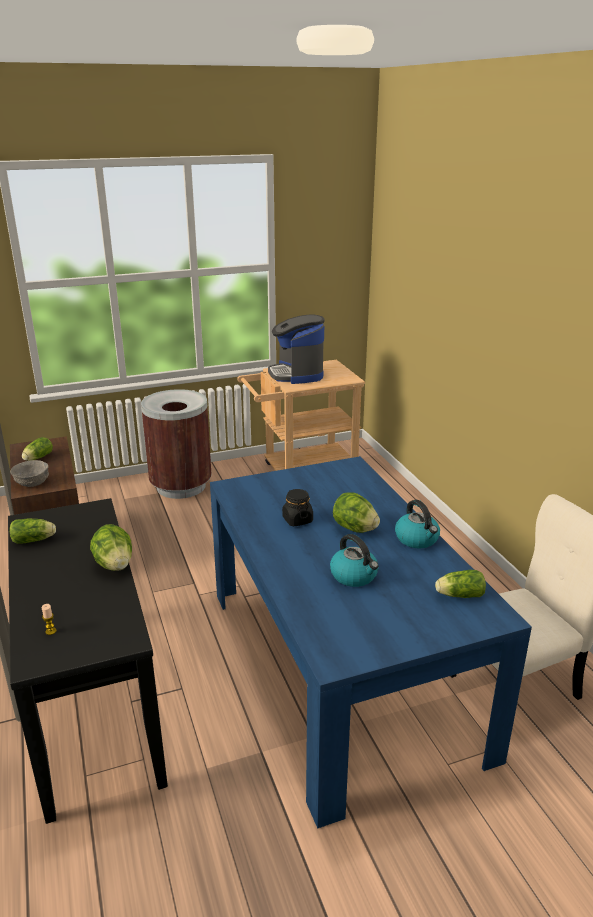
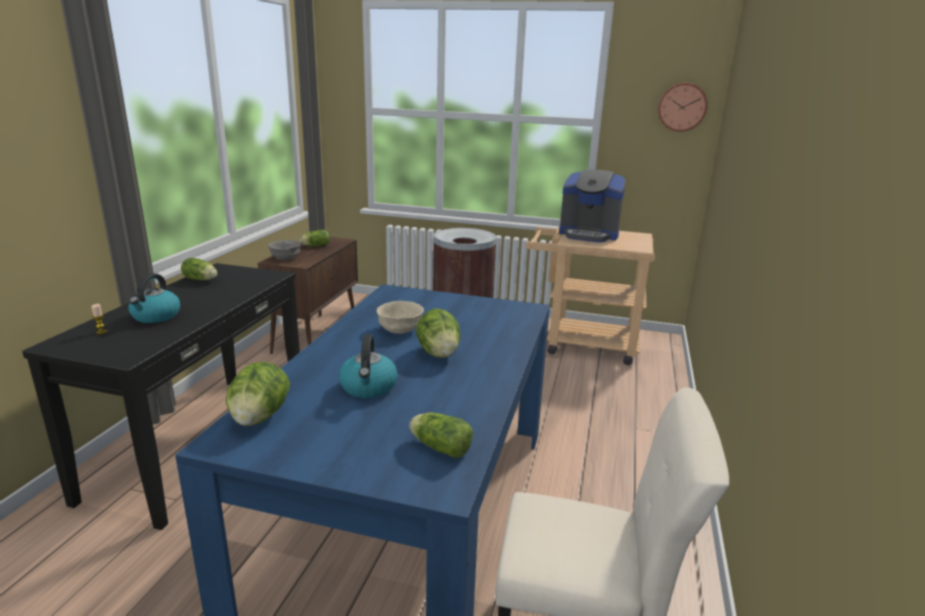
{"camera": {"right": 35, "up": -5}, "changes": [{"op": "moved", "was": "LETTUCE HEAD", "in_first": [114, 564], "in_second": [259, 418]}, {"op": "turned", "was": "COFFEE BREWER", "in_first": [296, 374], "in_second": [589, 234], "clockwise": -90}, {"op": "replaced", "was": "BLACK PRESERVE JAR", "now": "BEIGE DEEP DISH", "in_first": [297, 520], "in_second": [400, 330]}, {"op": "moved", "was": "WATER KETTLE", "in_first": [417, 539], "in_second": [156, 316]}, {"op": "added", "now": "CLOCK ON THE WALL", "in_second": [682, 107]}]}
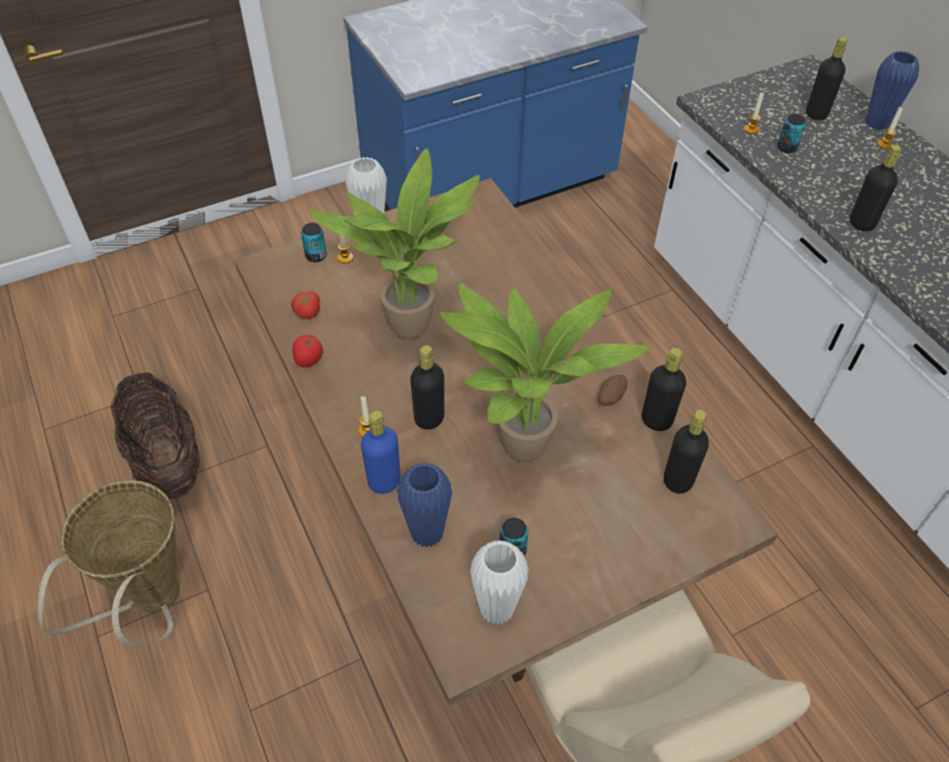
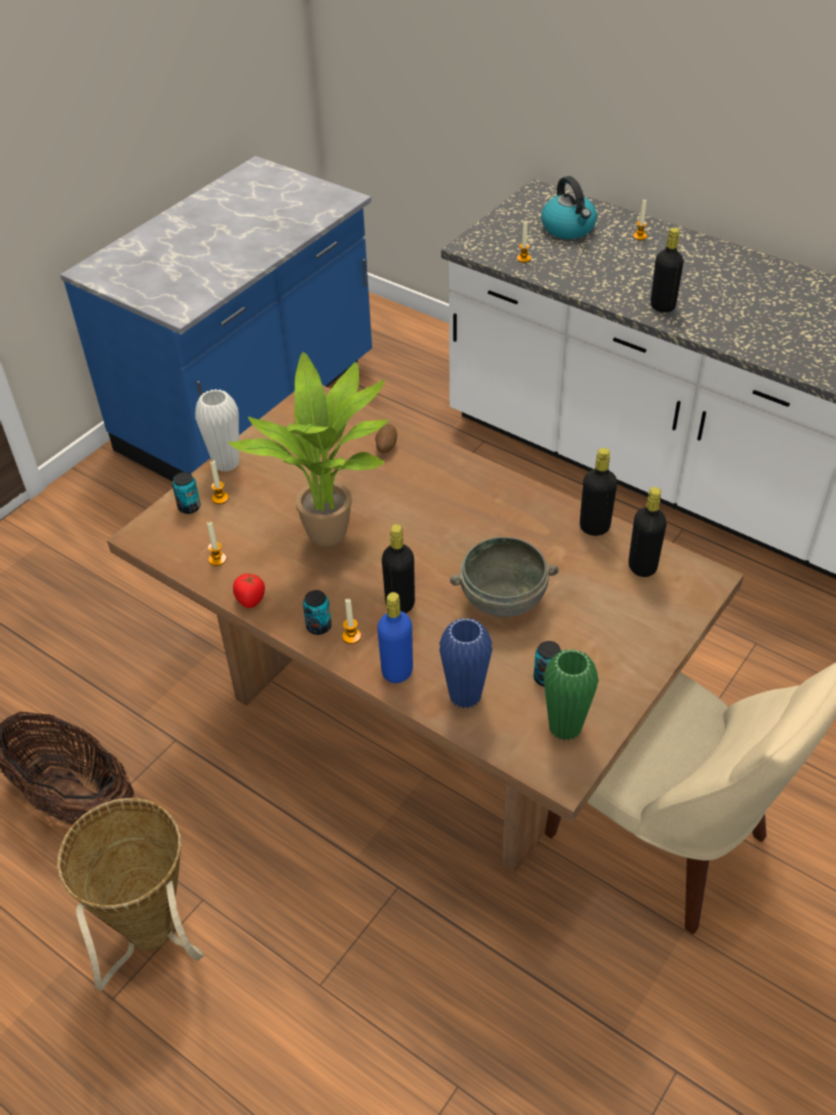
{"camera": {"right": -25, "up": -5}, "changes": [{"op": "replaced", "was": "TOMATO", "now": "CANDLE", "in_first": [306, 312], "in_second": [217, 559]}, {"op": "replaced", "was": "HOUSEPLANT", "now": "GREYISH DEEP DISH", "in_first": [524, 454], "in_second": [503, 598]}, {"op": "recoloured", "was": "WHITISH VASE", "now": "GREEN VASE", "in_first": [496, 609], "in_second": [565, 727]}, {"op": "moved", "was": "SPUD", "in_first": [610, 397], "in_second": [386, 447]}, {"op": "moved", "was": "METAL CAN", "in_first": [786, 148], "in_second": [319, 626]}, {"op": "replaced", "was": "BLACK DRINK BOTTLE", "now": "WATER KETTLE", "in_first": [816, 114], "in_second": [569, 228]}, {"op": "removed", "was": "BLUE VASE", "in_first": [876, 123]}]}
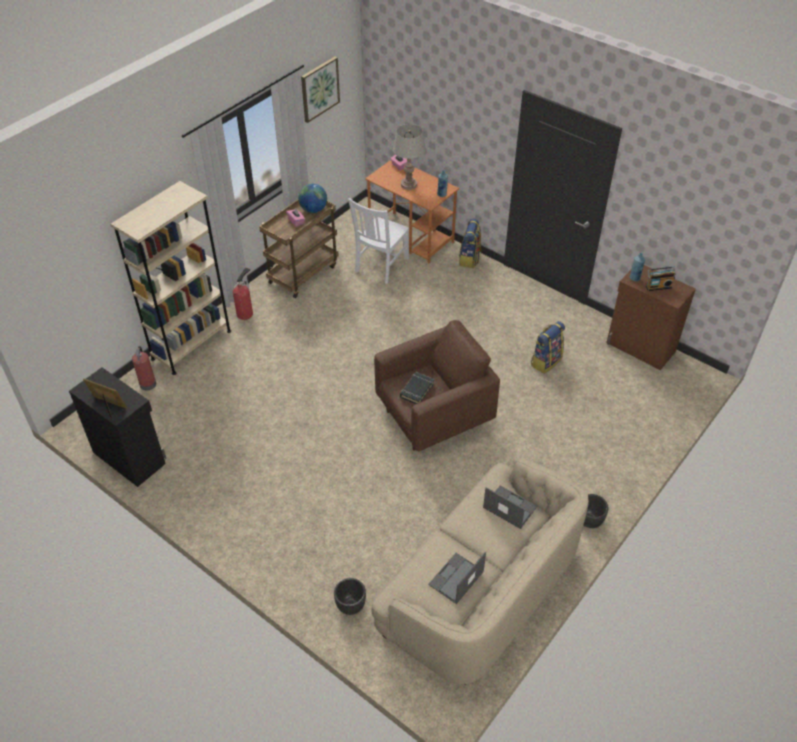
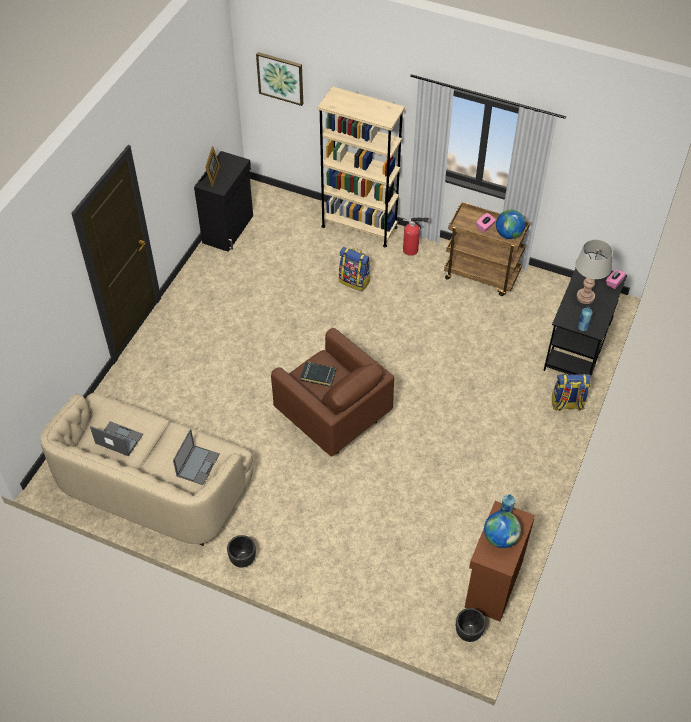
{"camera": {"right": 75, "up": 5}, "changes": [{"op": "removed", "was": "EXTINGUISHER", "in_first": [148, 383]}, {"op": "moved", "was": "PICTURE", "in_first": [319, 89], "in_second": [280, 78]}, {"op": "moved", "was": "BLACK PLANTER", "in_first": [351, 606], "in_second": [468, 633]}, {"op": "removed", "was": "WHITISH PLAIN CHAIR", "in_first": [380, 266]}, {"op": "recoloured", "was": "ORANGE-COLOURED DESK", "now": "BLACK DESK", "in_first": [411, 238], "in_second": [577, 347]}, {"op": "moved", "was": "BACKPACK", "in_first": [545, 361], "in_second": [354, 281]}, {"op": "replaced", "was": "RADIO RECEIVER", "now": "GLOBE", "in_first": [658, 286], "in_second": [500, 538]}]}
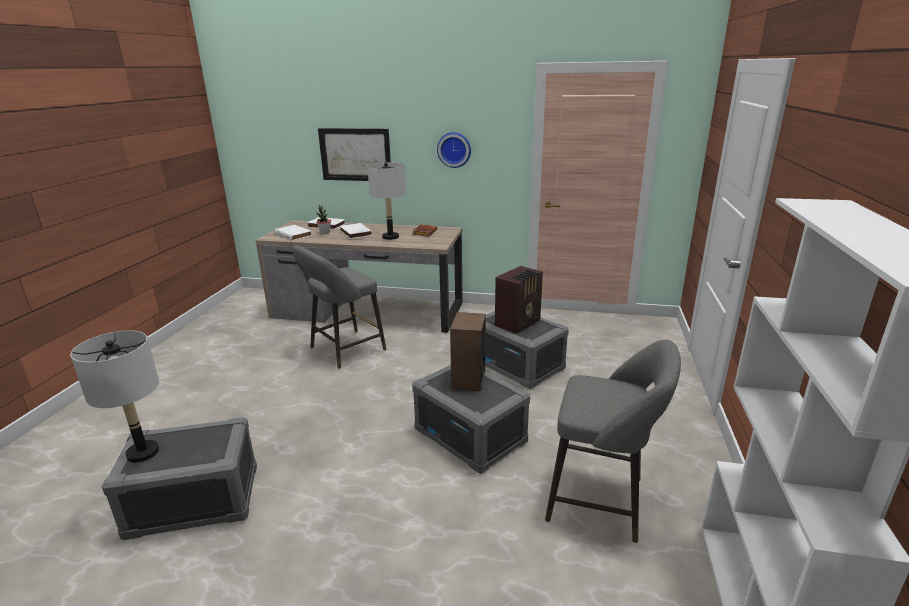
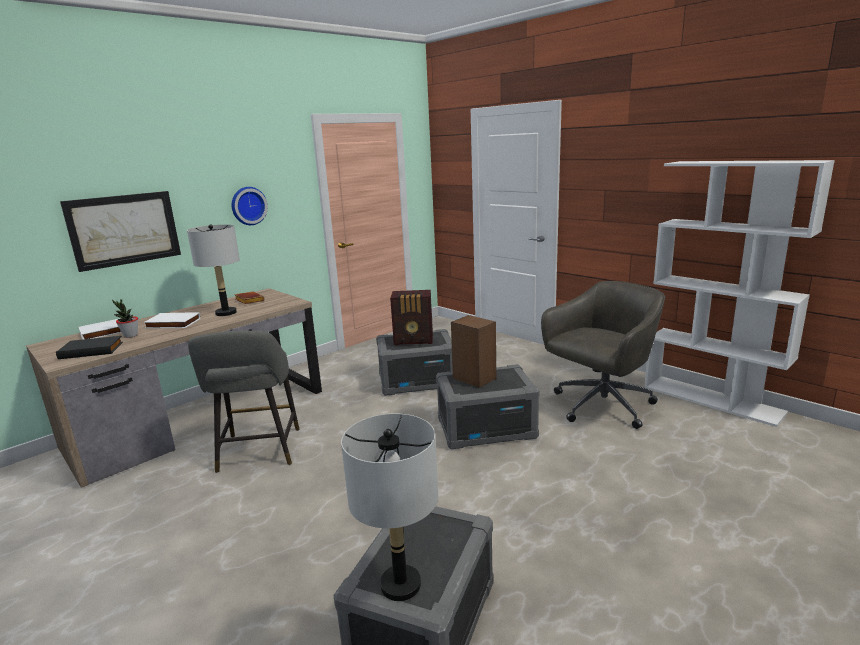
{"camera": {"right": -55, "up": -5}, "changes": [{"op": "recoloured", "was": "WHITISH VOLUME", "now": "BLACK VOLUME", "in_first": [294, 235], "in_second": [92, 350]}, {"op": "turned", "was": "RADIO RECEIVER", "in_first": [519, 323], "in_second": [414, 340], "clockwise": 105}, {"op": "replaced", "was": "GREYISH STOOL SEAT", "now": "GREYISH DESK CHAIR", "in_first": [602, 501], "in_second": [601, 406]}]}
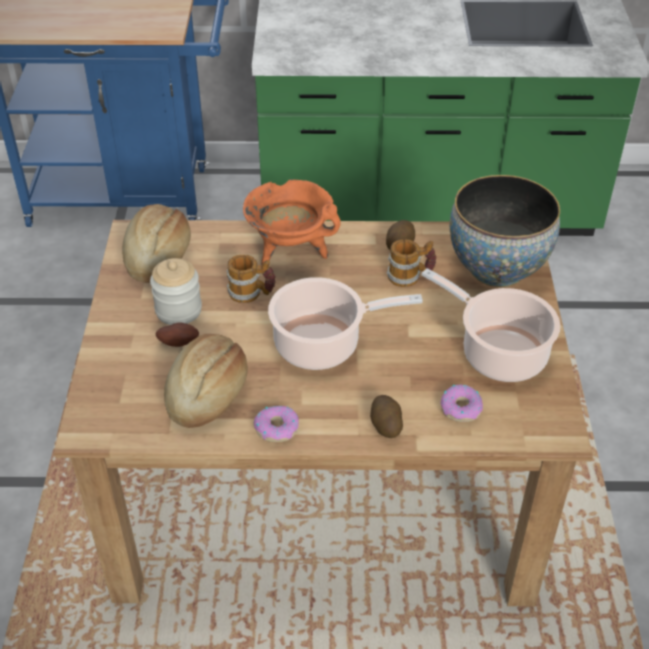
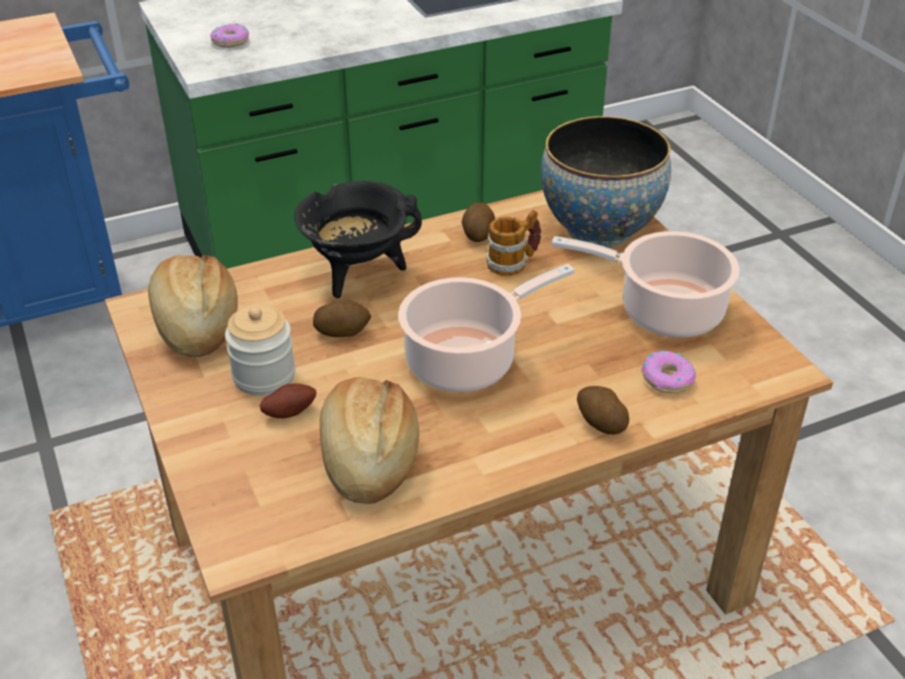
{"camera": {"right": -25, "up": -5}, "changes": [{"op": "replaced", "was": "COFFEE MUG", "now": "SPUD", "in_first": [251, 293], "in_second": [342, 331]}, {"op": "recoloured", "was": "ORANGE-COLOURED SAUCEPOT", "now": "BLACK SAUCEPOT", "in_first": [291, 251], "in_second": [358, 274]}, {"op": "moved", "was": "DONUT", "in_first": [276, 428], "in_second": [230, 41]}]}
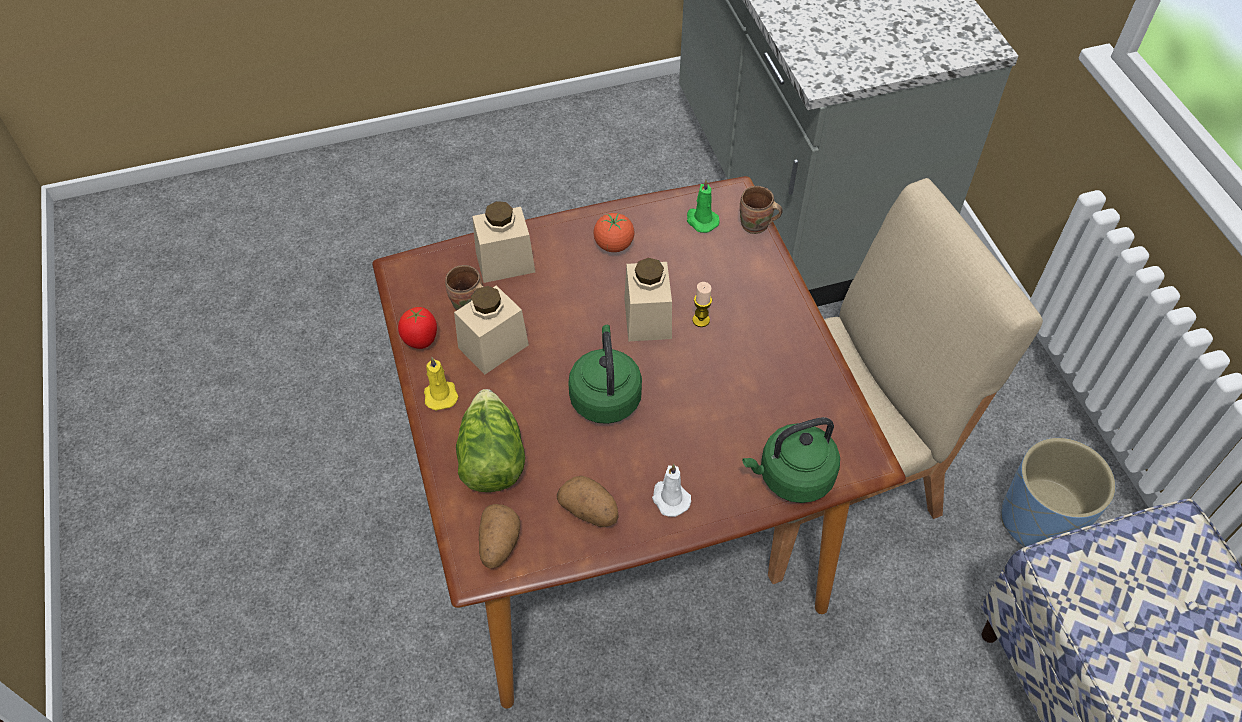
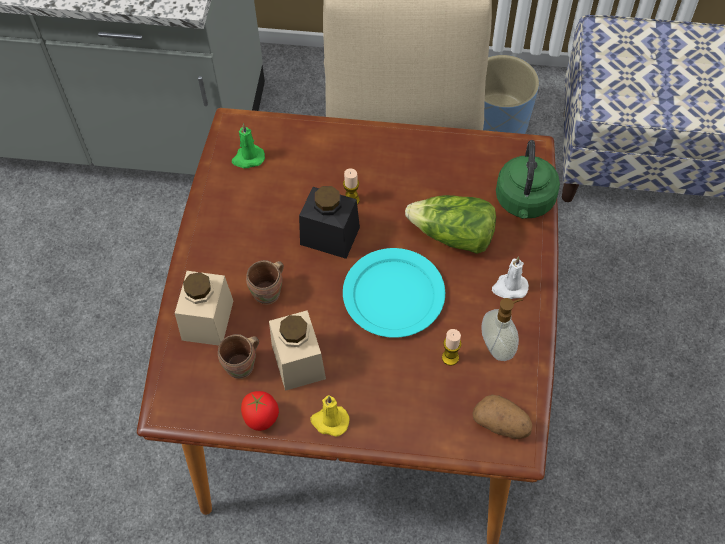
{"camera": {"right": -65, "up": 5}, "changes": [{"op": "moved", "was": "LETTUCE HEAD", "in_first": [490, 458], "in_second": [453, 236]}, {"op": "replaced", "was": "SPUD", "now": "SOAP DISPENSER", "in_first": [590, 511], "in_second": [498, 346]}, {"op": "replaced", "was": "GREEN WATER KETTLE", "now": "TURQUOISE-COLOURED FLAT DISH", "in_first": [605, 395], "in_second": [393, 295]}, {"op": "removed", "was": "TOMATO", "in_first": [614, 245]}, {"op": "recoloured", "was": "BEIGE PRESERVE JAR", "now": "BLACK PRESERVE JAR", "in_first": [647, 318], "in_second": [330, 236]}, {"op": "moved", "was": "BROWNISH COFFEE MUG", "in_first": [756, 226], "in_second": [269, 293]}, {"op": "added", "now": "CANDLE", "in_second": [450, 357]}]}
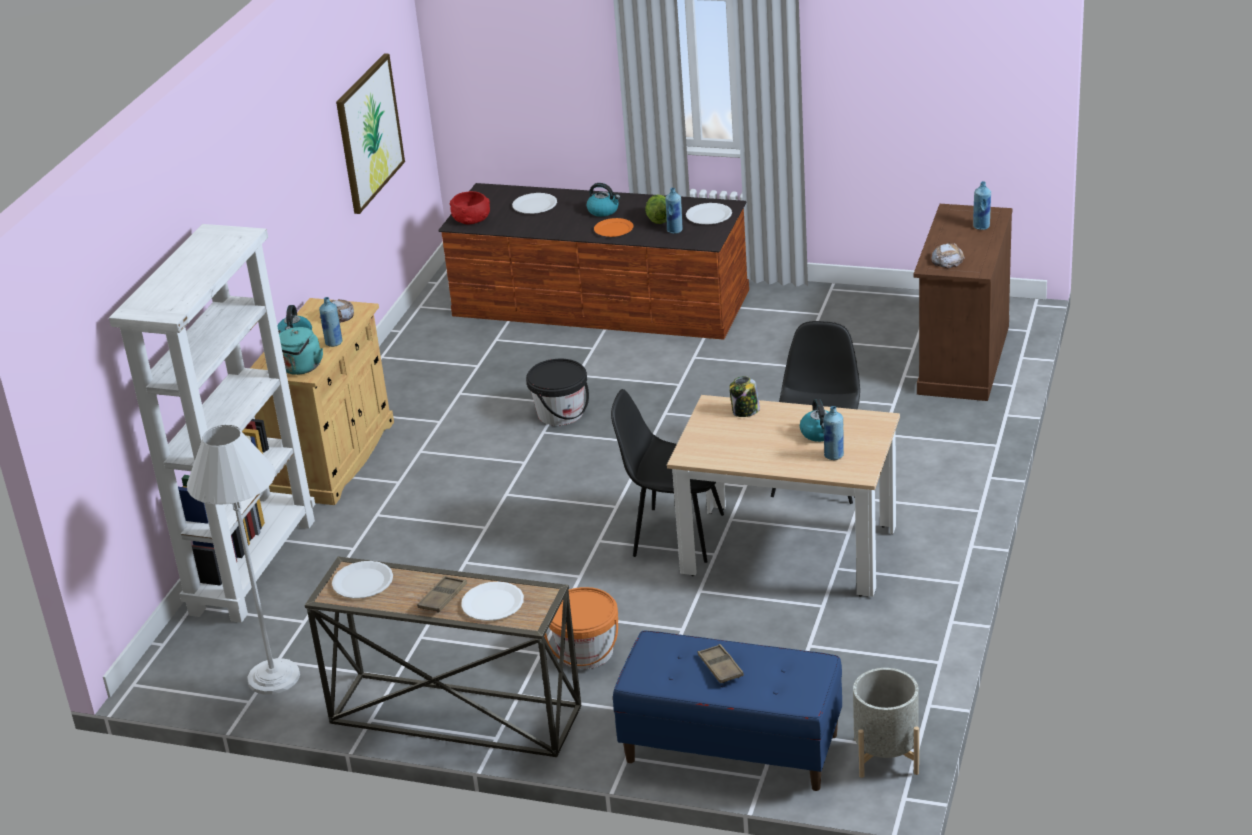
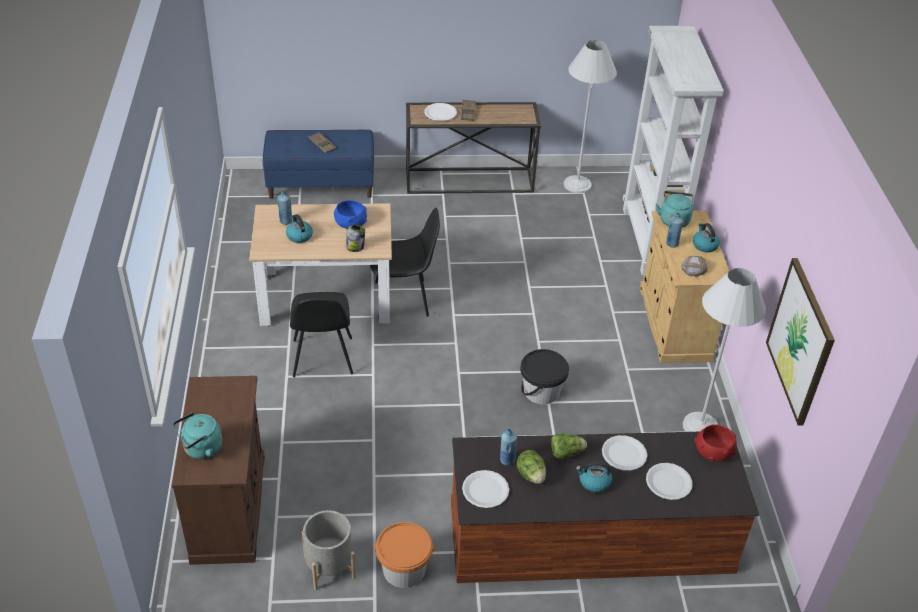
{"camera": {"right": 155, "up": 10}, "changes": [{"op": "moved", "was": "WHITISH FLAT DISH", "in_first": [363, 582], "in_second": [624, 454]}, {"op": "moved", "was": "ORANGE-COLOURED BUCKET", "in_first": [586, 652], "in_second": [404, 569]}, {"op": "replaced", "was": "ORANGE-COLOURED FLAT DISH", "now": "LETTUCE HEAD", "in_first": [614, 230], "in_second": [566, 453]}, {"op": "moved", "was": "GREYISH PLANTER", "in_first": [886, 756], "in_second": [329, 567]}, {"op": "removed", "was": "BAKED BREAD", "in_first": [947, 260]}, {"op": "replaced", "was": "BLUE DRINK BOTTLE", "now": "TURQUOISE-COLOURED WATER KETTLE", "in_first": [981, 227], "in_second": [200, 449]}, {"op": "added", "now": "BLUE DEEP DISH", "in_second": [351, 222]}, {"op": "added", "now": "WHITISH FLOOR LAMP", "in_second": [700, 426]}]}
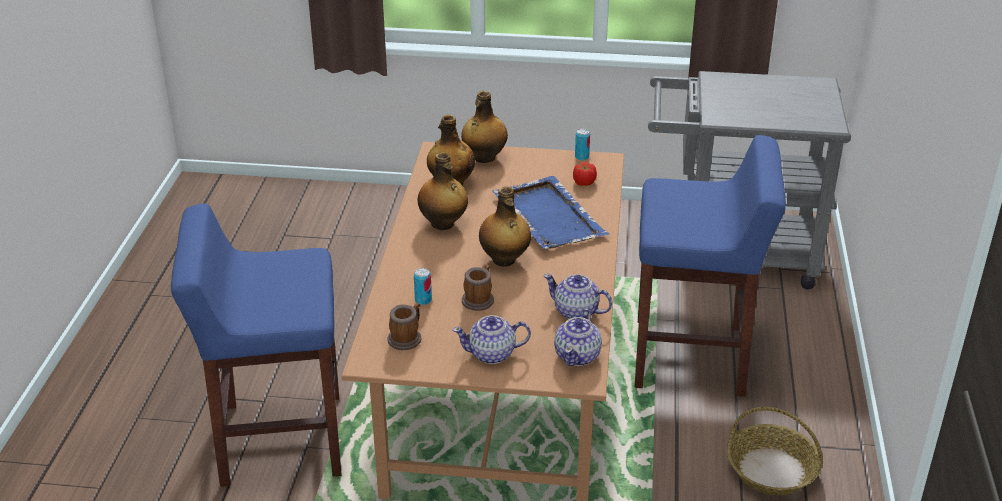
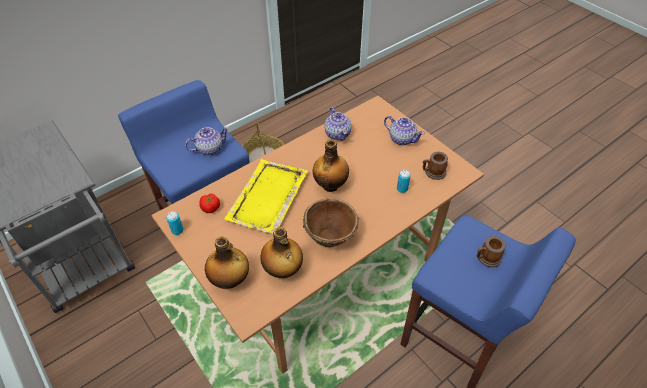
{"camera": {"right": -135, "up": 15}, "changes": [{"op": "replaced", "was": "DRINK BOTTLE", "now": "BROWNISH DEEP DISH", "in_first": [443, 224], "in_second": [330, 236]}, {"op": "moved", "was": "COFFEE MUG", "in_first": [479, 299], "in_second": [486, 258]}, {"op": "recoloured", "was": "BLUE SERVING TRAY", "now": "YELLOWISH SERVING TRAY", "in_first": [548, 216], "in_second": [267, 198]}, {"op": "moved", "was": "POT FOR TEA", "in_first": [578, 355], "in_second": [209, 149]}]}
